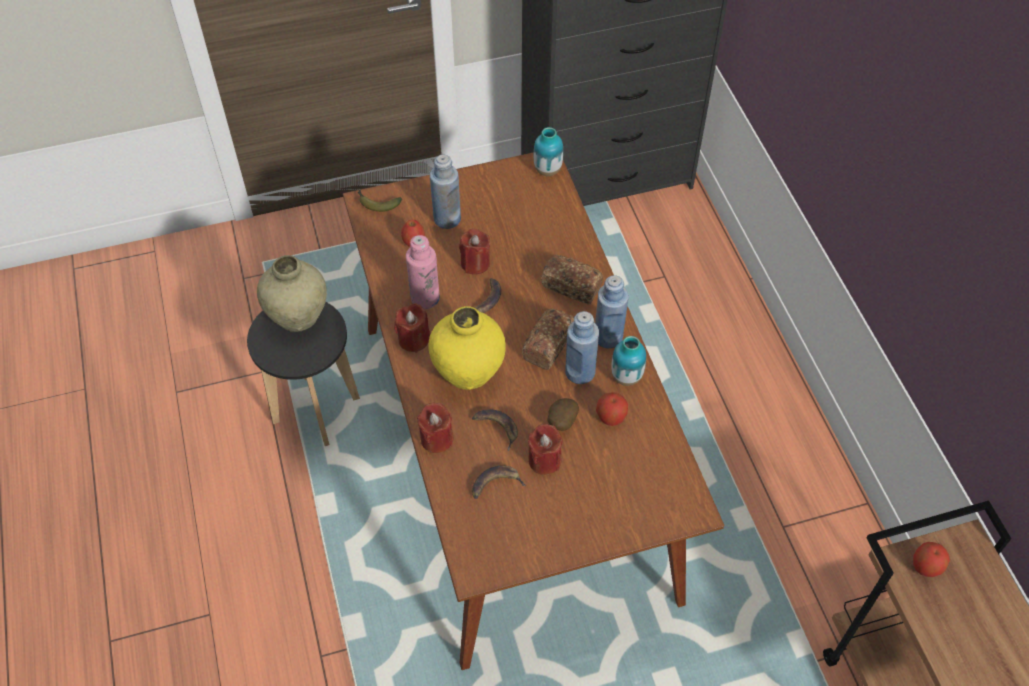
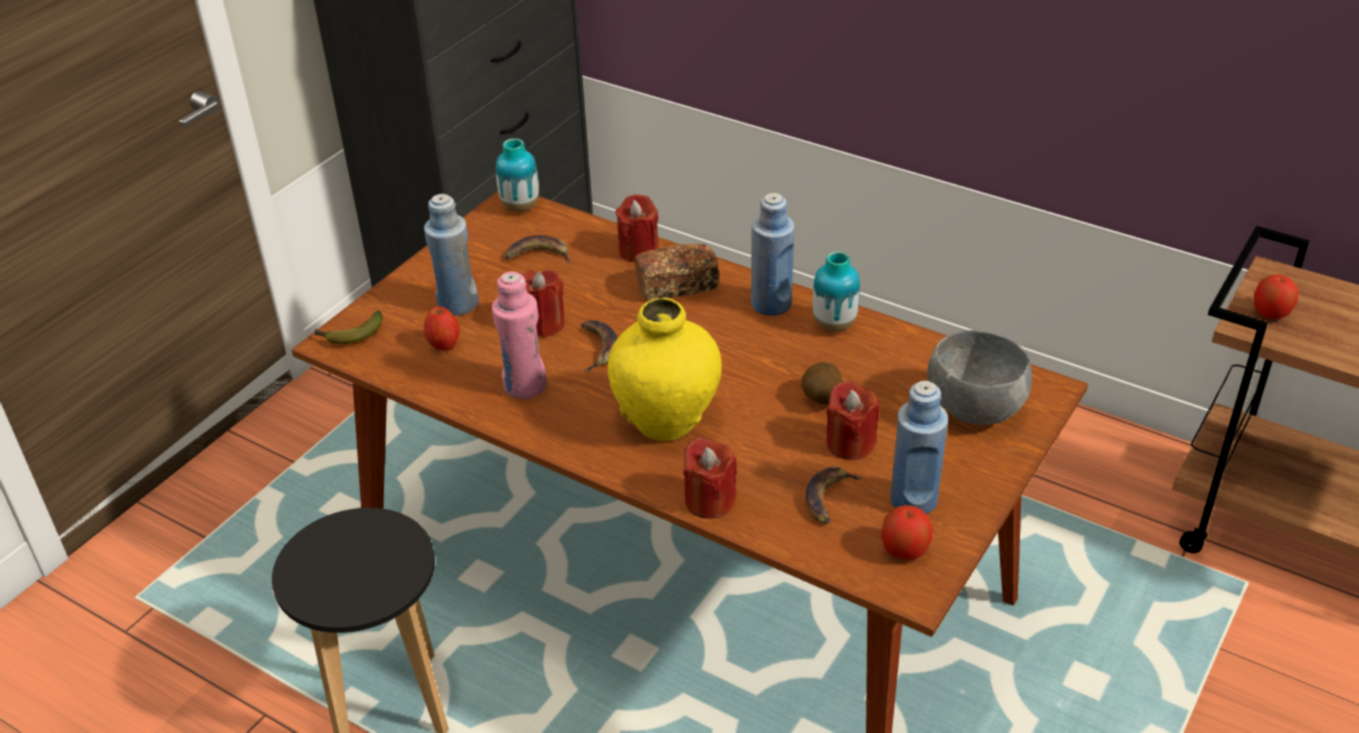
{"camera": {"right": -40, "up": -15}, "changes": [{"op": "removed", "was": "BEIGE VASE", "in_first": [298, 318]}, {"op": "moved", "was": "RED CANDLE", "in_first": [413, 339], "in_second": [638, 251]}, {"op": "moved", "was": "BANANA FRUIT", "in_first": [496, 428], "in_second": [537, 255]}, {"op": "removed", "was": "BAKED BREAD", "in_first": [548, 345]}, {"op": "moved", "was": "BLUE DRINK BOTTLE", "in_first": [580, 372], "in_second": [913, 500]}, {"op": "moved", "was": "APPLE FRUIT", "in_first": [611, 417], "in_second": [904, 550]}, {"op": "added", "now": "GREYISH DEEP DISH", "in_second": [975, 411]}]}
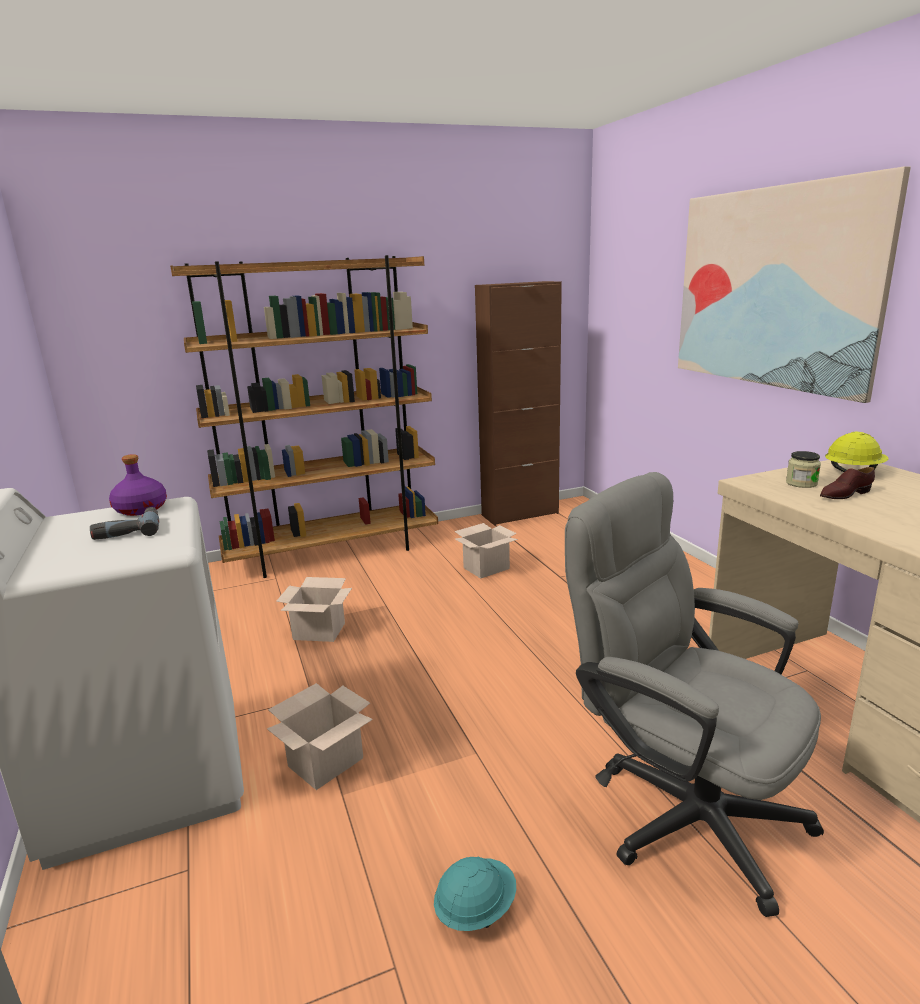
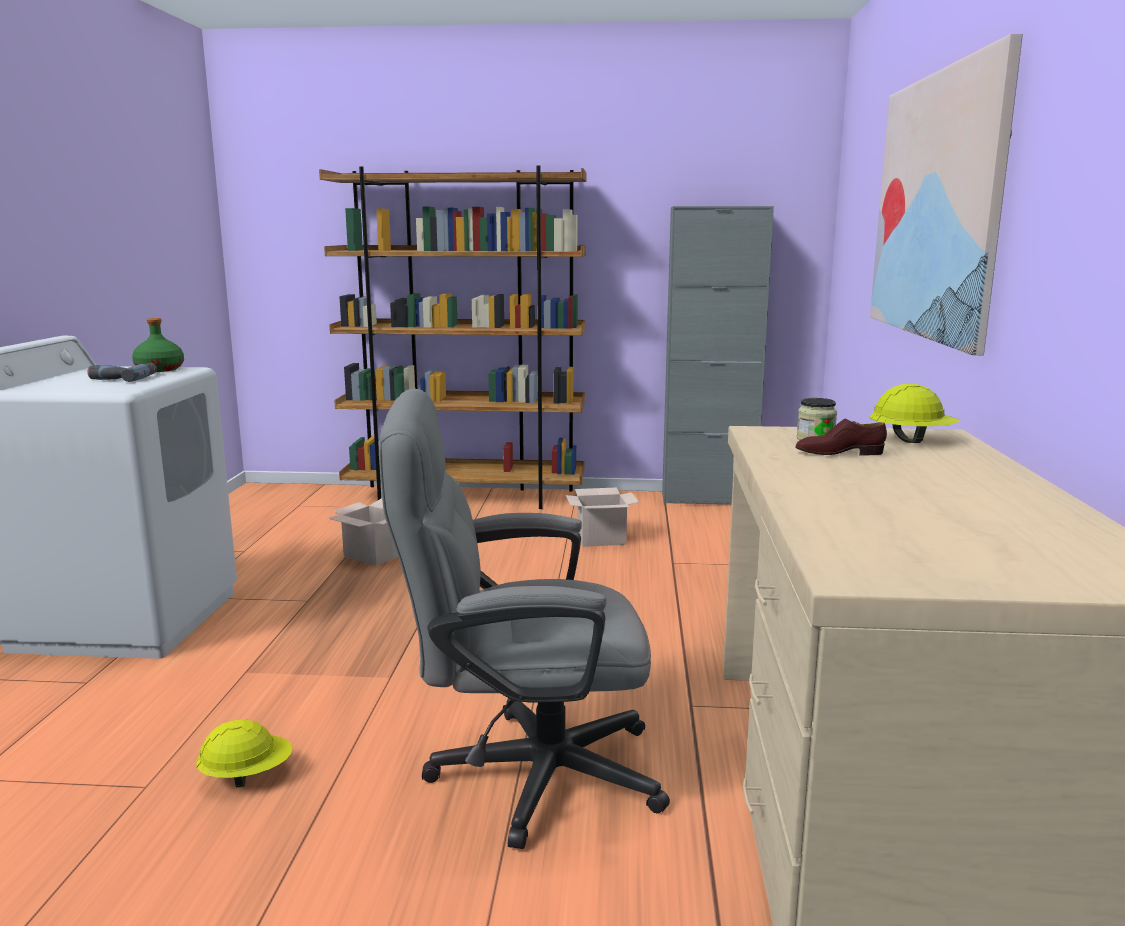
{"camera": {"right": 25, "up": -5}, "changes": [{"op": "recoloured", "was": "PURPLISH DRINK BOTTLE", "now": "GREEN DRINK BOTTLE", "in_first": [141, 509], "in_second": [160, 369]}, {"op": "removed", "was": "CARDBOARD BOX", "in_first": [326, 761]}, {"op": "recoloured", "was": "TURQUOISE-COLOURED HARD HAT", "now": "YELLOWISH HARD HAT", "in_first": [475, 909], "in_second": [247, 776]}, {"op": "recoloured", "was": "BROWNISH CABINET", "now": "GREYISH CABINET", "in_first": [520, 514], "in_second": [708, 499]}, {"op": "turned", "was": "GREYISH DESK CHAIR", "in_first": [681, 808], "in_second": [523, 774], "clockwise": -75}]}
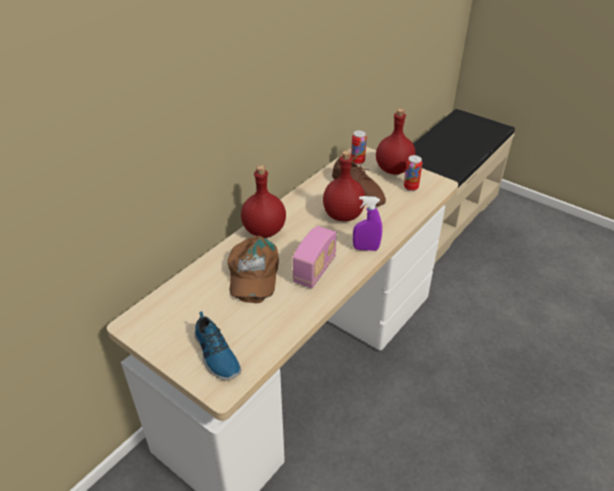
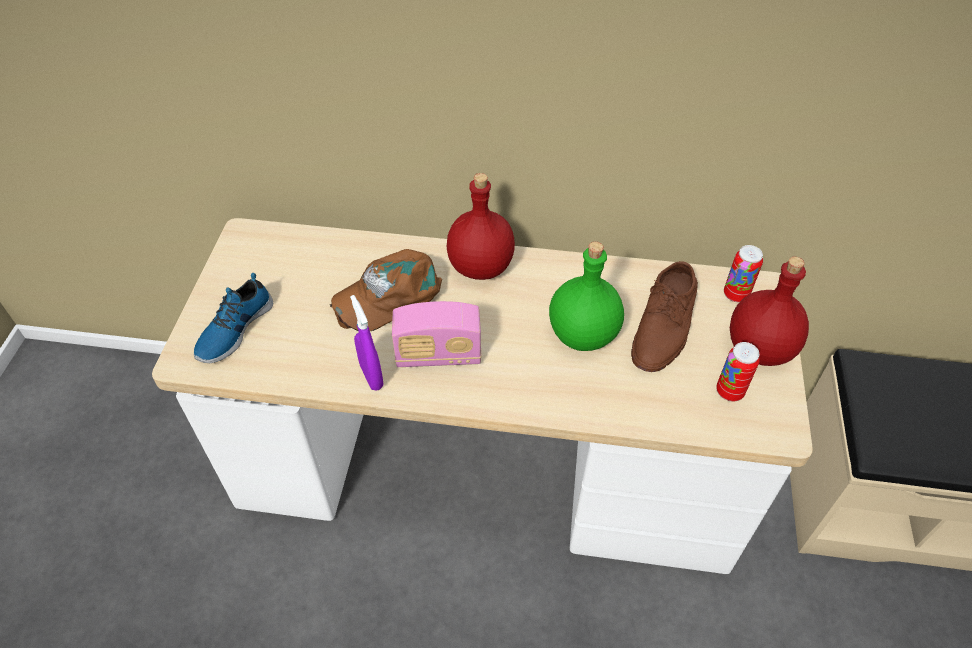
{"camera": {"right": 60, "up": 10}, "changes": [{"op": "recoloured", "was": "RED DRINK BOTTLE", "now": "GREEN DRINK BOTTLE", "in_first": [342, 215], "in_second": [582, 333]}, {"op": "moved", "was": "PURPLISH SPRAYER", "in_first": [366, 248], "in_second": [371, 376]}]}
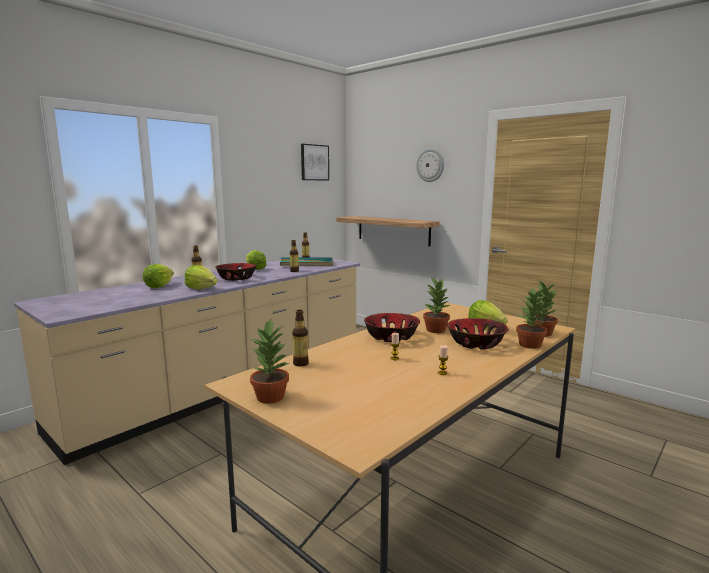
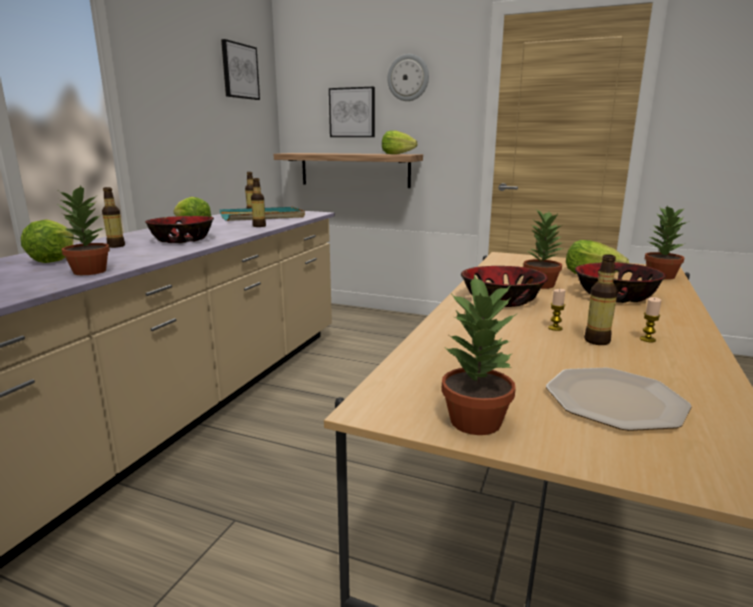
{"camera": {"right": -20, "up": 5}, "changes": [{"op": "moved", "was": "LETTUCE HEAD", "in_first": [201, 289], "in_second": [397, 154]}, {"op": "moved", "was": "DRINK BOTTLE", "in_first": [301, 363], "in_second": [597, 341]}, {"op": "moved", "was": "HOUSEPLANT", "in_first": [530, 345], "in_second": [89, 272]}, {"op": "added", "now": "PICTURE", "in_second": [352, 112]}, {"op": "added", "now": "FLAT DISH", "in_second": [614, 401]}]}
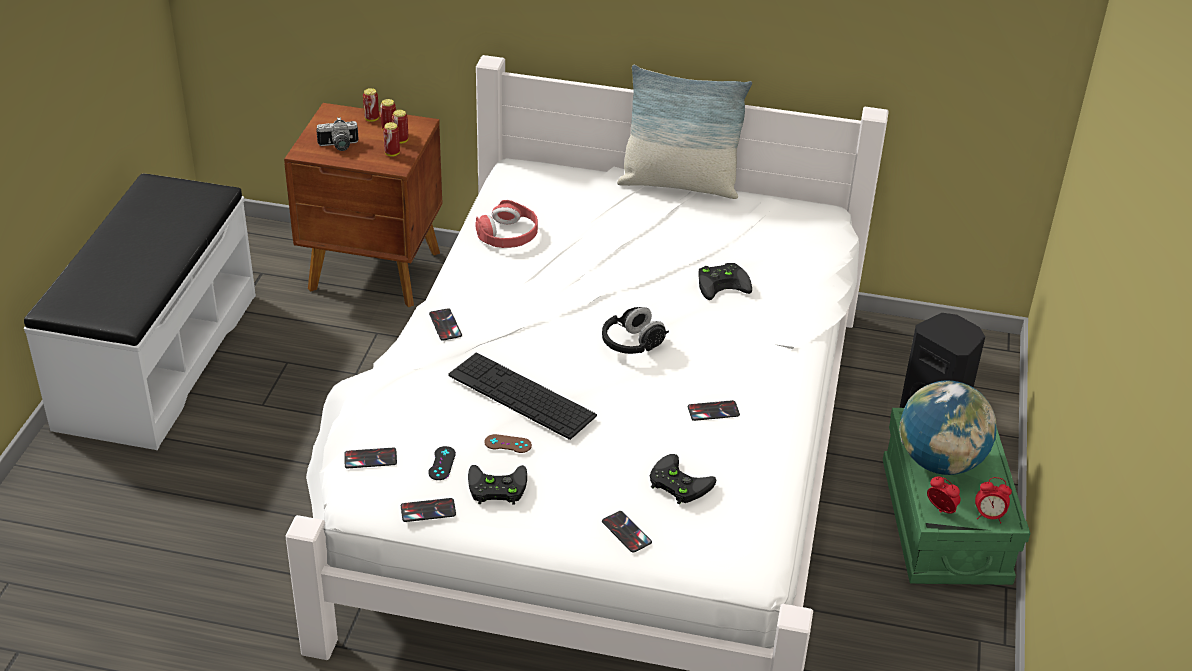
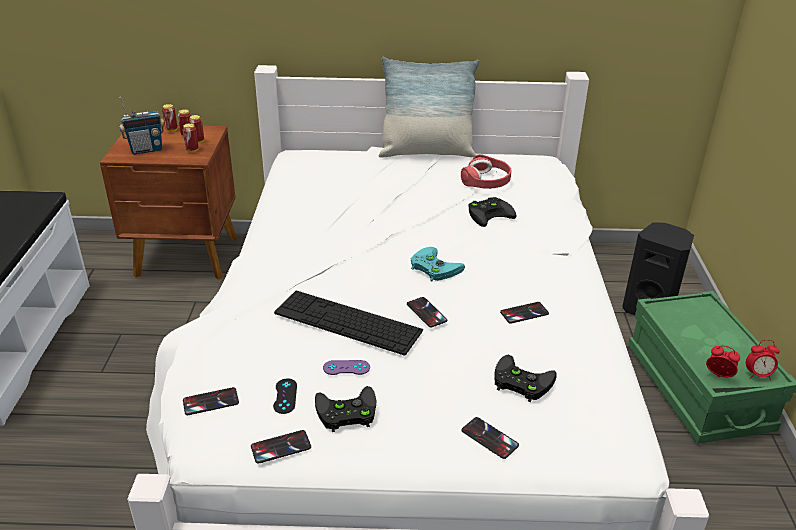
{"camera": {"right": -10, "up": -5}, "changes": [{"op": "replaced", "was": "PHOTO CAMERA", "now": "RADIO RECEIVER", "in_first": [339, 146], "in_second": [146, 150]}, {"op": "moved", "was": "PHONE", "in_first": [445, 325], "in_second": [426, 312]}, {"op": "moved", "was": "RED PAIR OF HEADPHONES", "in_first": [508, 235], "in_second": [486, 181]}, {"op": "recoloured", "was": "BROWNISH GAMEPAD", "now": "PURPLISH GAMEPAD", "in_first": [508, 444], "in_second": [346, 368]}, {"op": "replaced", "was": "BLACK PAIR OF HEADPHONES", "now": "TURQUOISE-COLOURED GAMEPAD", "in_first": [632, 344], "in_second": [433, 267]}, {"op": "removed", "was": "GLOBE", "in_first": [940, 462]}]}
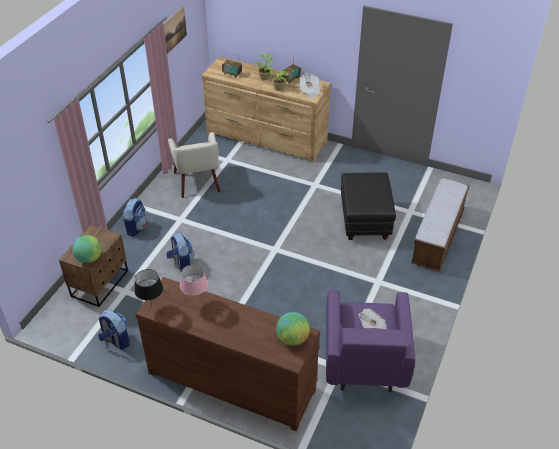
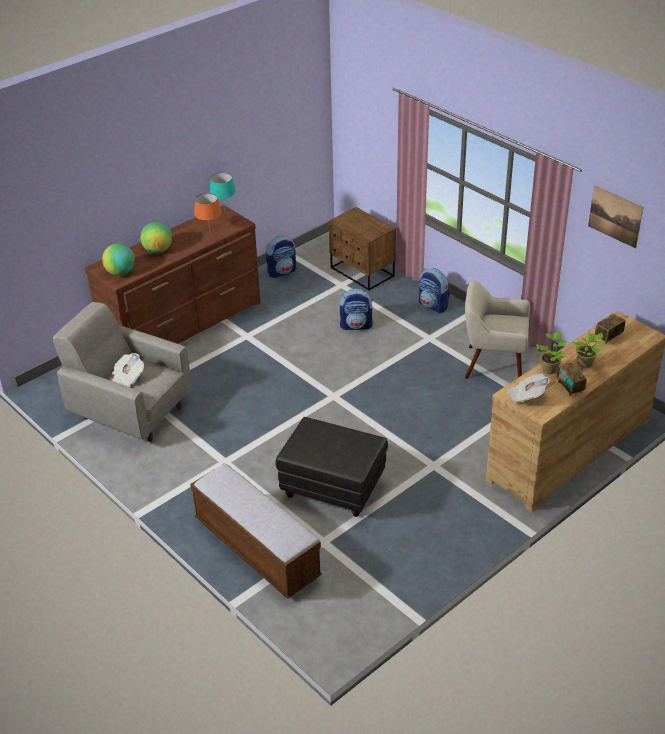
{"camera": {"right": 115, "up": -5}, "changes": [{"op": "moved", "was": "GLOBE", "in_first": [89, 258], "in_second": [158, 250]}, {"op": "recoloured", "was": "BLACK TABLE LAMP", "now": "TURQUOISE-COLOURED TABLE LAMP", "in_first": [151, 306], "in_second": [224, 212]}, {"op": "recoloured", "was": "PINK TABLE LAMP", "now": "ORANGE-COLOURED TABLE LAMP", "in_first": [196, 301], "in_second": [209, 234]}, {"op": "recoloured", "was": "PURPLISH EASY CHAIR", "now": "GREYISH EASY CHAIR", "in_first": [364, 363], "in_second": [130, 411]}]}
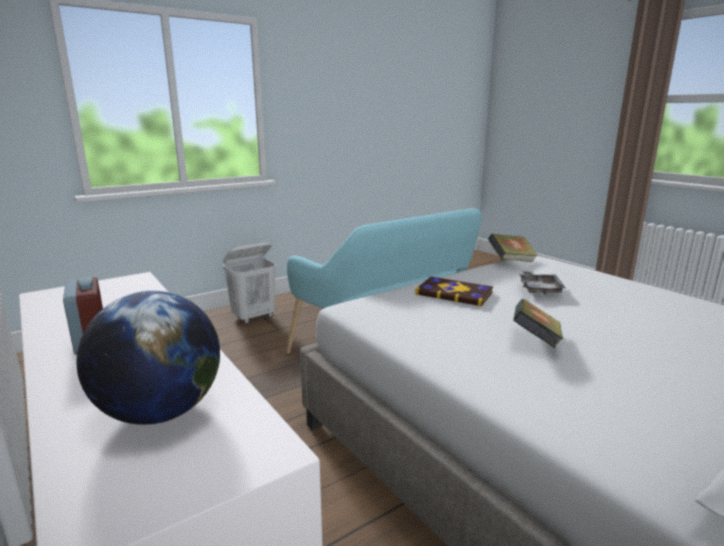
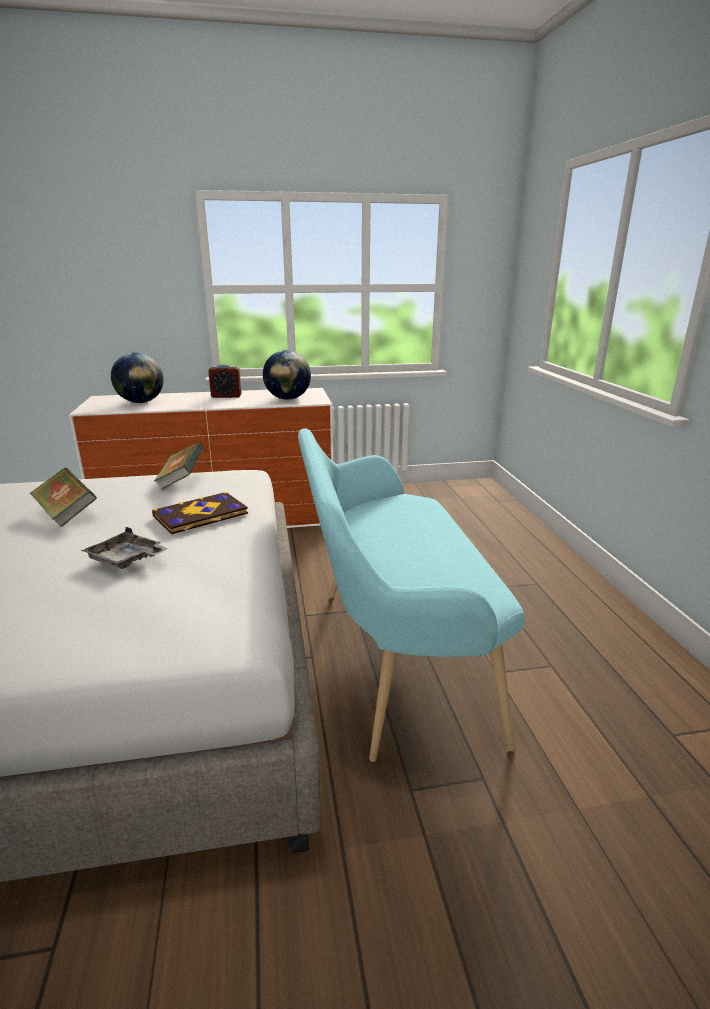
{"camera": {"right": 115, "up": 5}, "changes": [{"op": "removed", "was": "WHITISH WASHING BASKET", "in_first": [254, 317]}, {"op": "moved", "was": "VOLUME", "in_first": [511, 261], "in_second": [181, 481]}, {"op": "added", "now": "GLOBE", "in_second": [288, 399]}]}
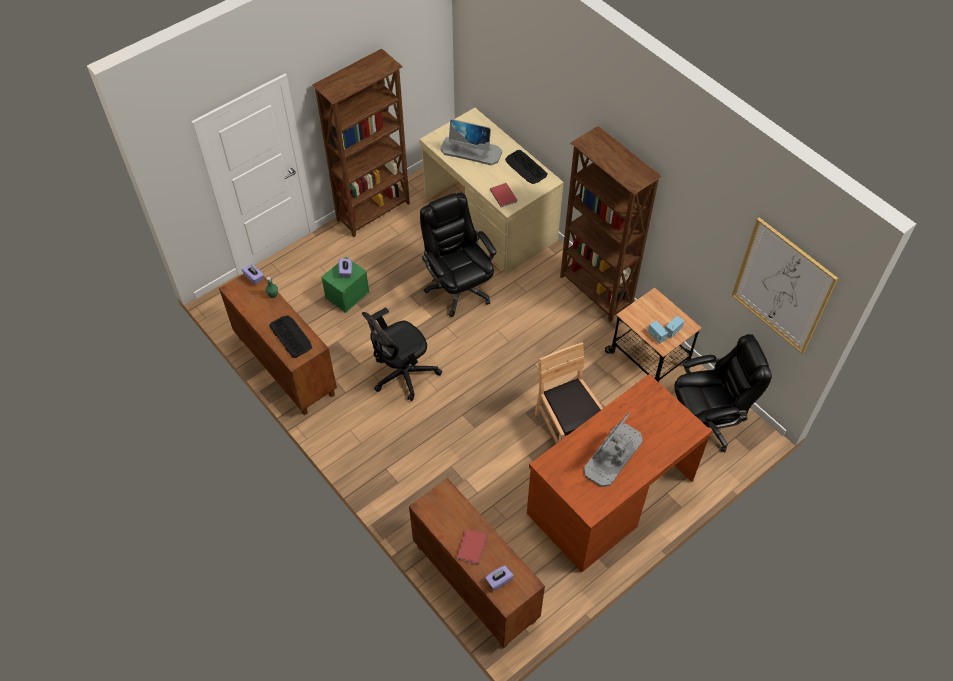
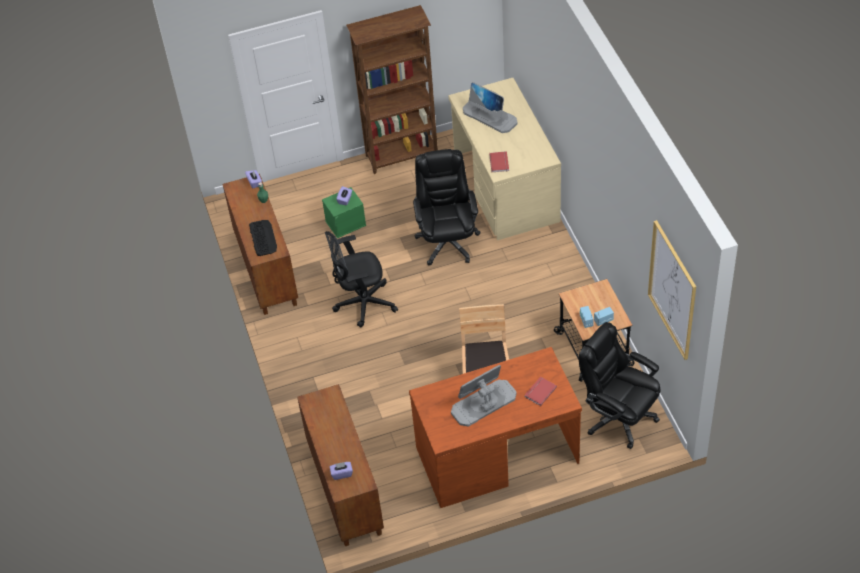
{"camera": {"right": 25, "up": -5}, "changes": [{"op": "moved", "was": "RED VOLUME", "in_first": [471, 547], "in_second": [539, 391]}, {"op": "removed", "was": "COMPUTER KEYBOARD", "in_first": [526, 167]}, {"op": "removed", "was": "BROWNISH BOOKSHELF", "in_first": [595, 292]}, {"op": "turned", "was": "BLACK DESK CHAIR", "in_first": [706, 421], "in_second": [618, 417], "clockwise": -150}]}
